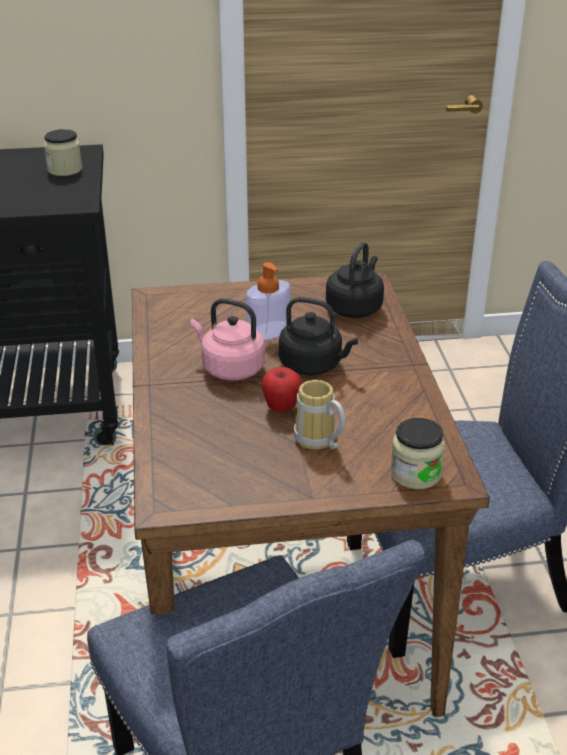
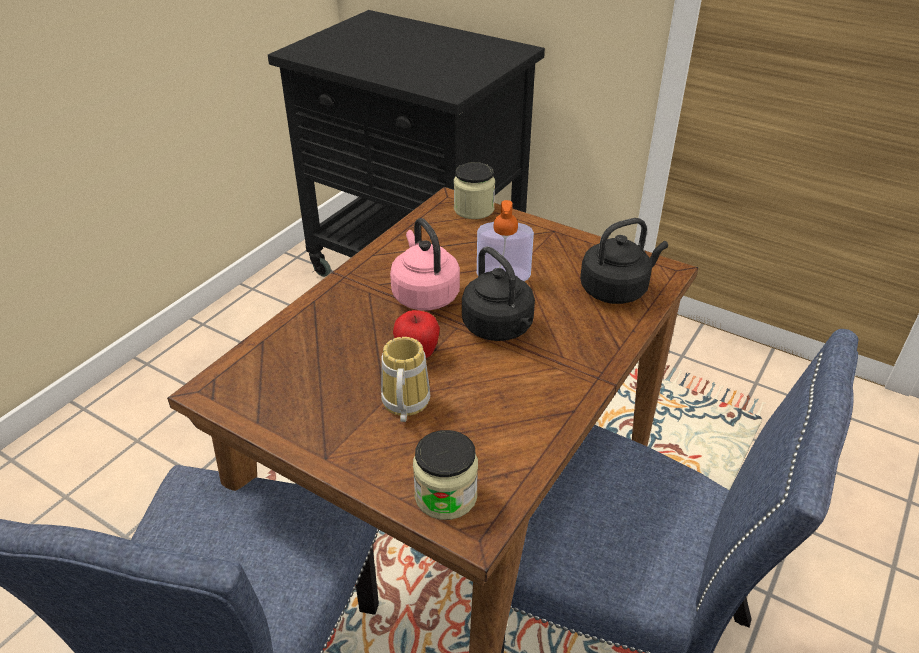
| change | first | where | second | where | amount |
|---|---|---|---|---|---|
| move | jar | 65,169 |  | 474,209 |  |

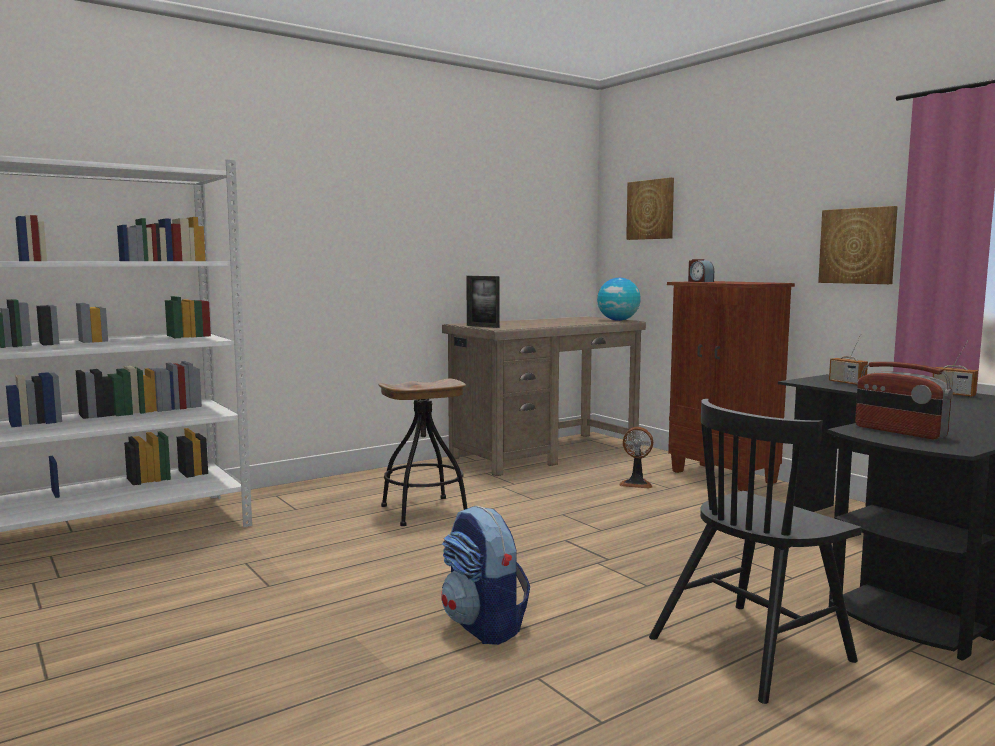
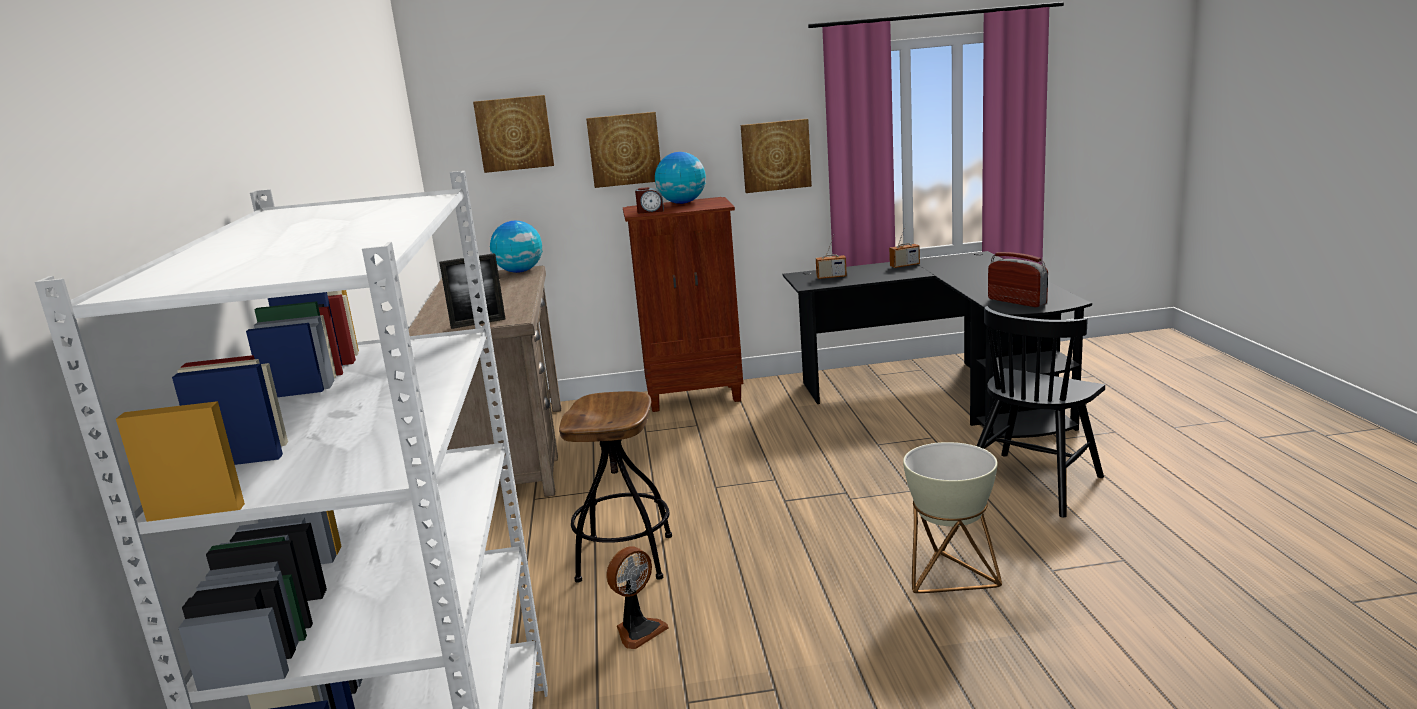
| change | first | where | second | where | amount |
|---|---|---|---|---|---|
| insert |  |  | picture | 624,149 |  |
| move | fan | 636,484 |  | 638,630 |  |
| insert |  |  | globe | 682,203 |  |
| replace | backpack | 484,626 | planter | 951,576 |  |
| rotate | chair in black | 757,645 |  | 1034,480 | 45 degrees clockwise |
| rotate | radio | 899,431 |  | 1017,301 | 120 degrees counterclockwise |

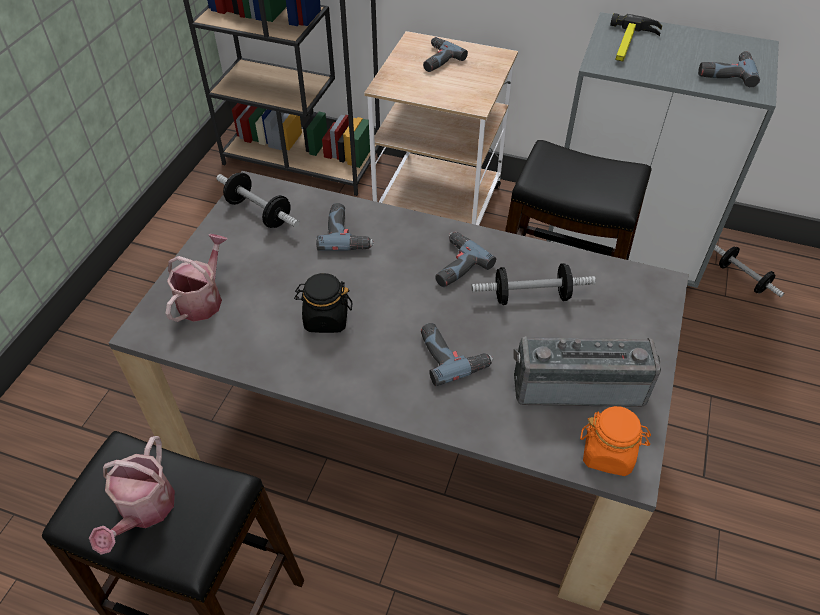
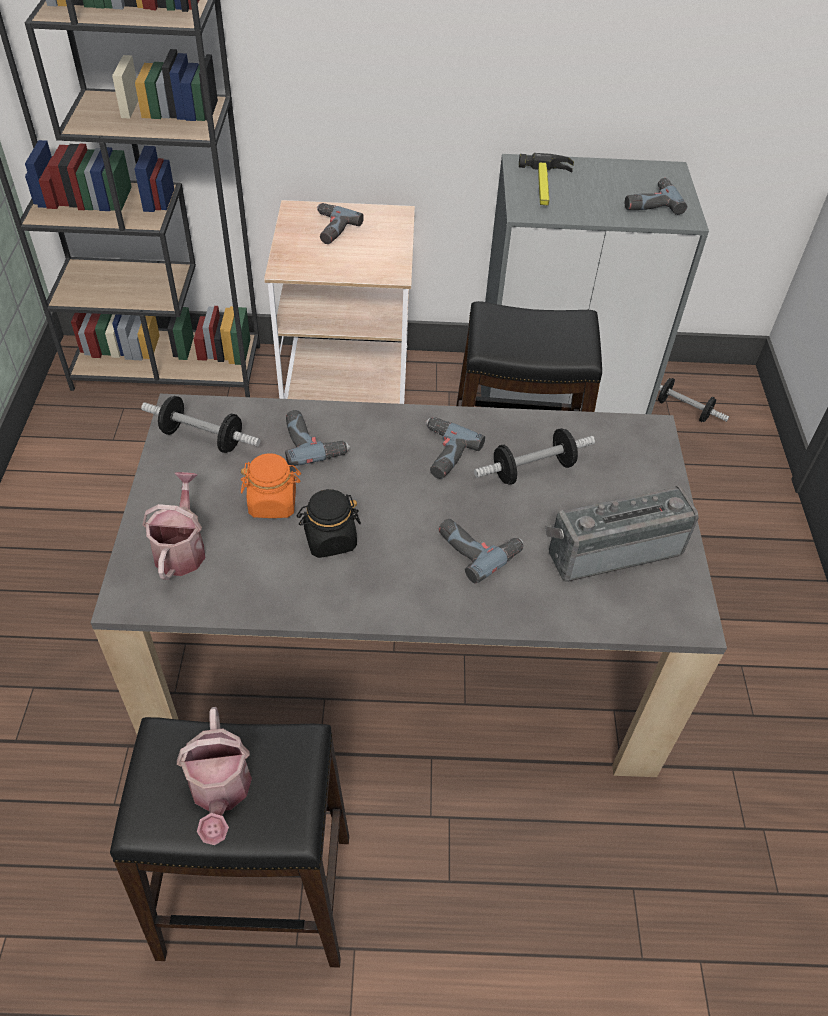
| change | first | where | second | where | amount |
|---|---|---|---|---|---|
| move | jar in orange | 608,453 |  | 273,503 |  |

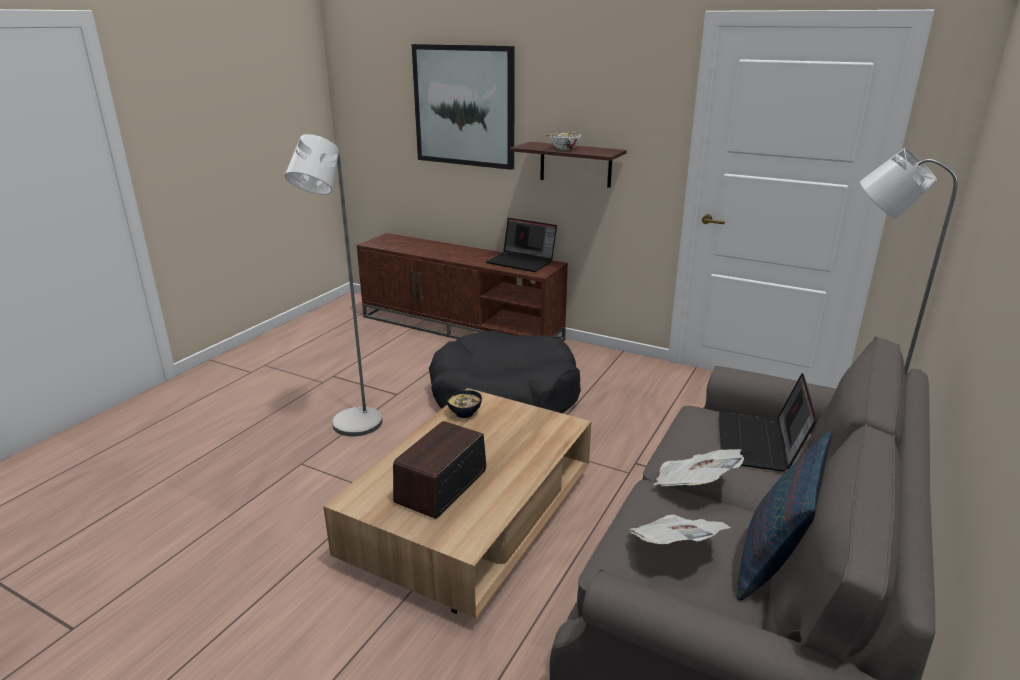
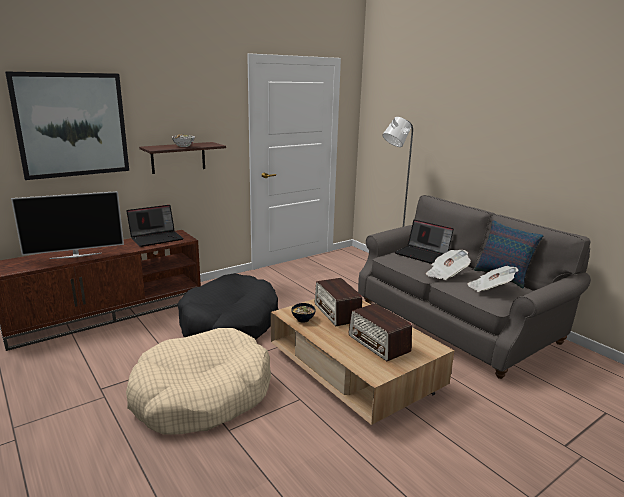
| change | first | where | second | where | amount |
|---|---|---|---|---|---|
| insert |  |  | television | 76,255 |  |
| replace | floor lamp in grey | 352,428 | dog bed in beige | 202,395 |  |
| insert |  |  | radio | 337,313 |  |

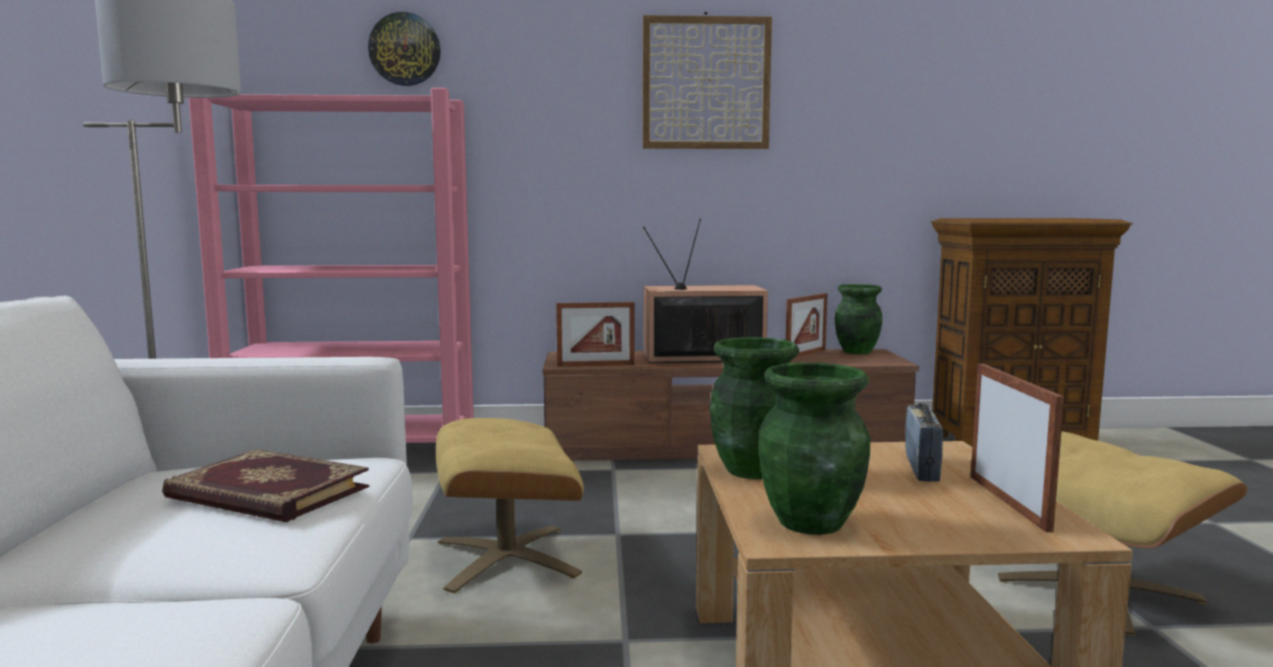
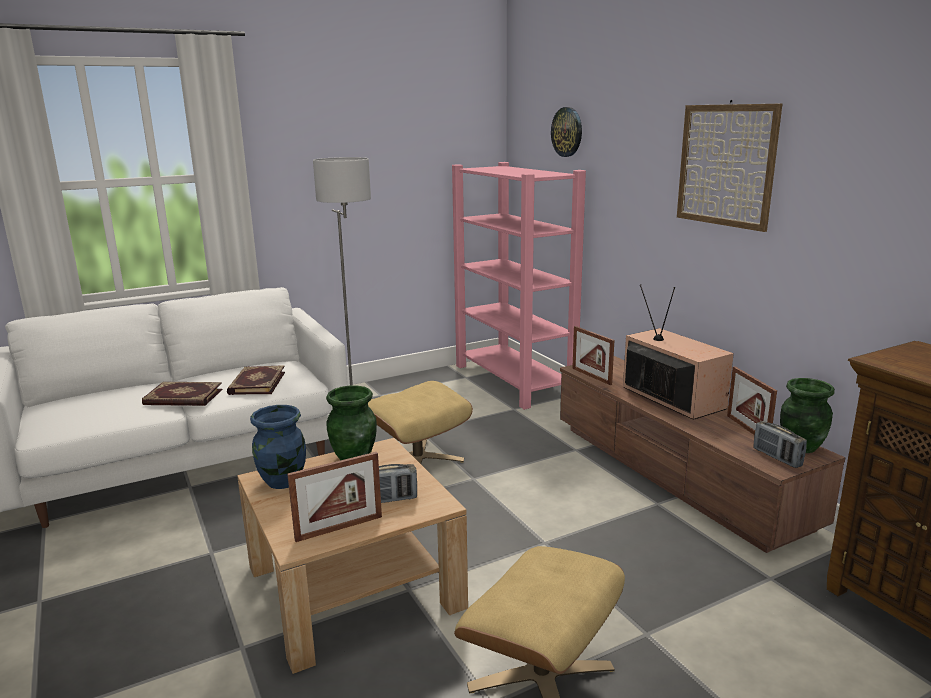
| change | first | where | second | where | amount |
|---|---|---|---|---|---|
| insert |  |  | book | 183,398 |  |
| recolor | vase in green | 812,522 | vase in blue | 283,482 |  |
| rotate | picture frame | 805,354 |  | 747,429 | 60 degrees clockwise |
| insert |  |  | radio | 777,457 |  |

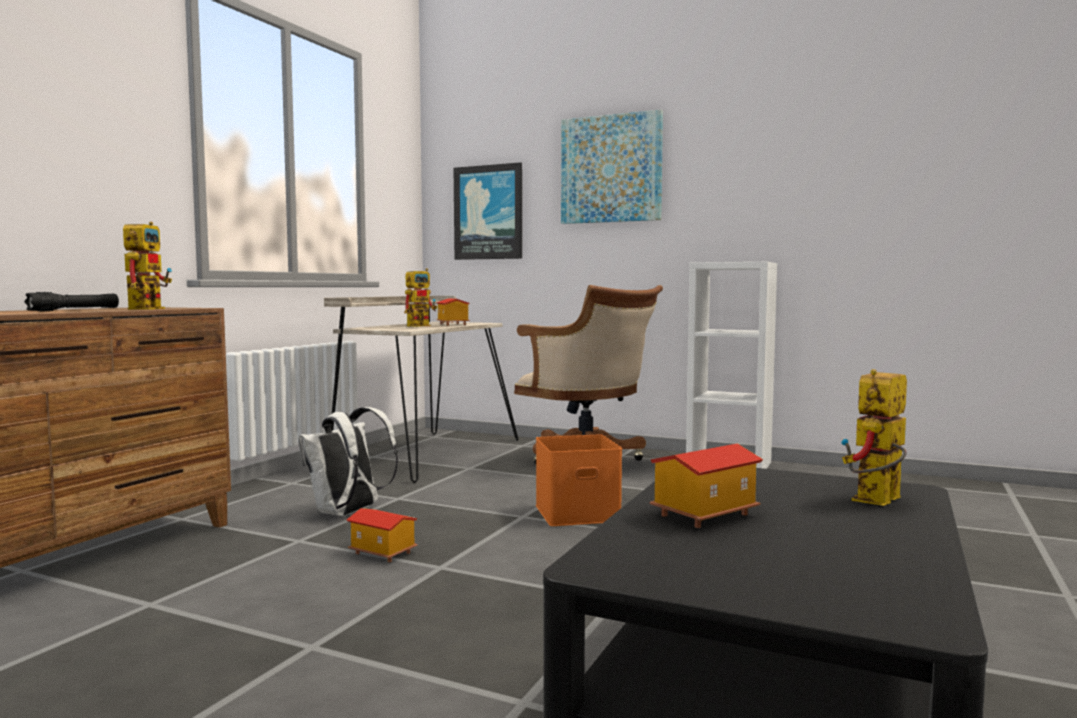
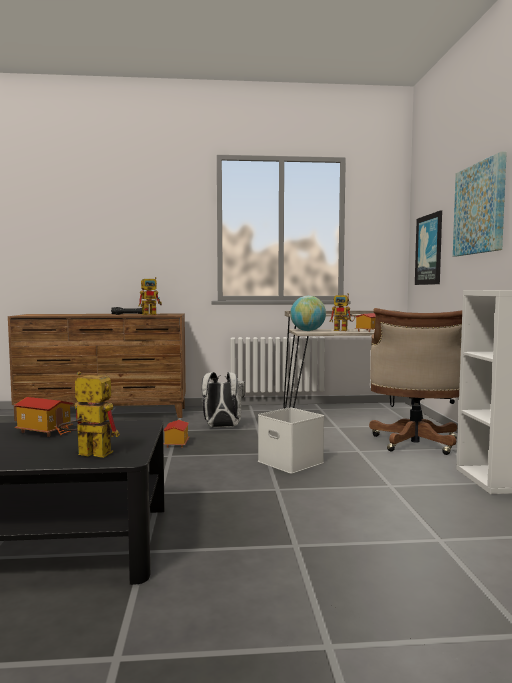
| change | first | where | second | where | amount |
|---|---|---|---|---|---|
| recolor | storage box in orange | 578,512 | storage box in white | 292,462 |  |
| insert |  |  | globe | 307,331 |  |

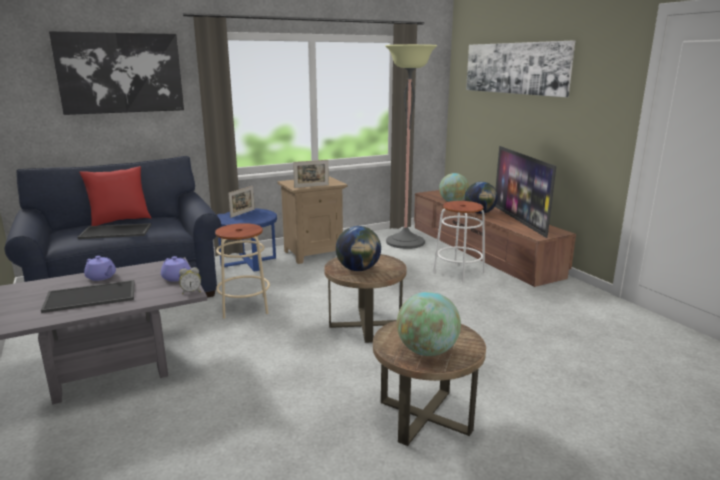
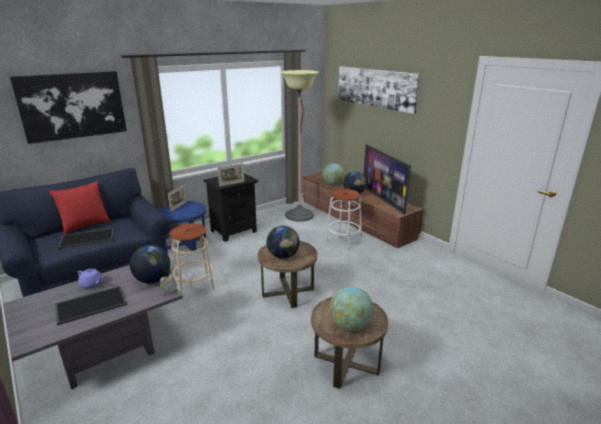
| change | first | where | second | where | amount |
|---|---|---|---|---|---|
| replace | teapot in purple | 177,278 | globe | 153,280 |  |
| recolor | nightstand in beige | 314,254 | nightstand in black | 234,231 |  |

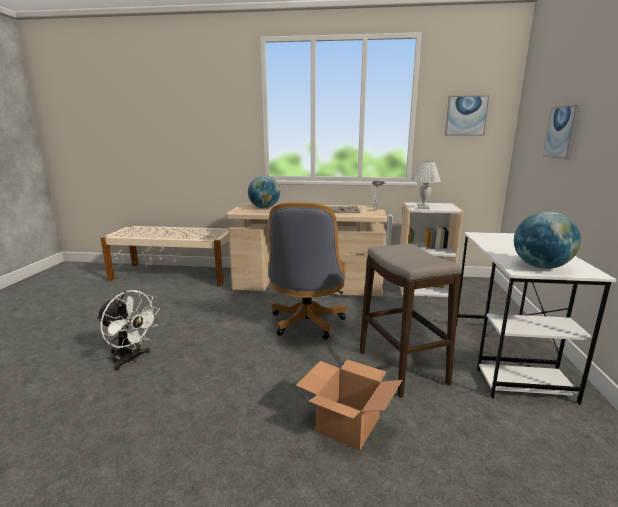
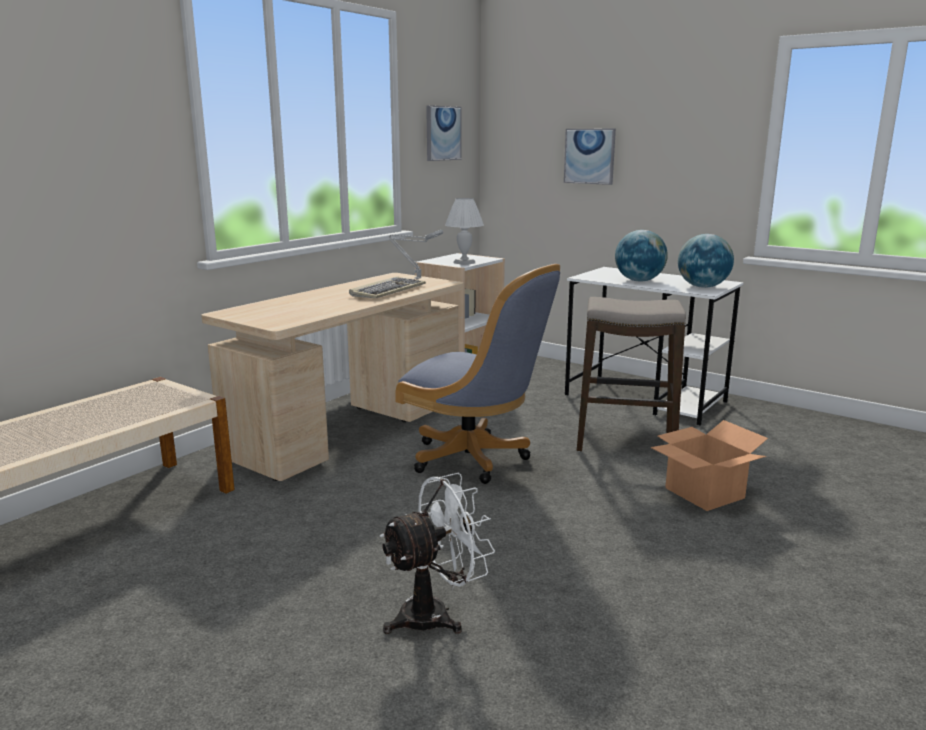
| change | first | where | second | where | amount |
|---|---|---|---|---|---|
| move | globe | 264,208 |  | 639,281 |  |

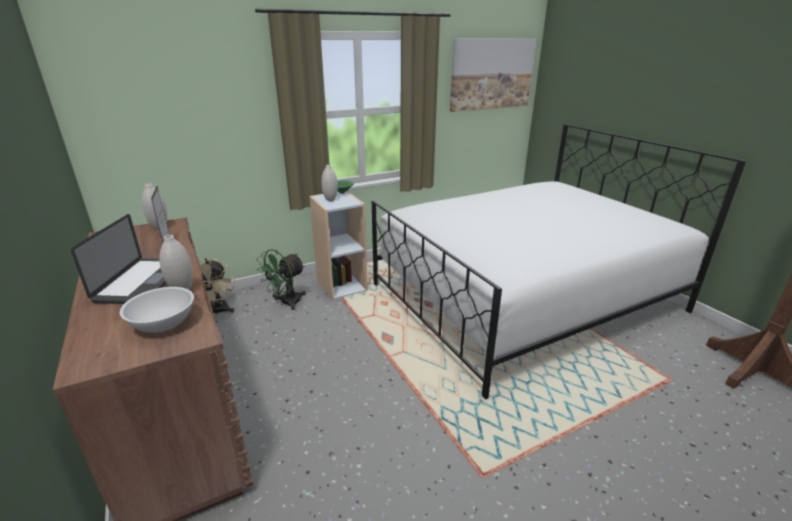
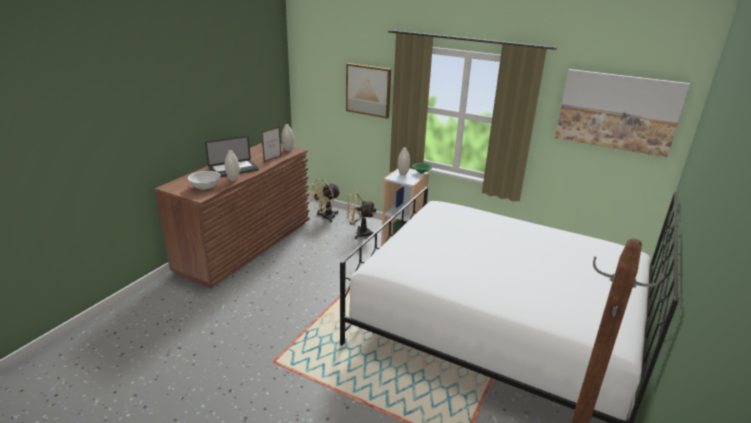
| change | first | where | second | where | amount |
|---|---|---|---|---|---|
| recolor | fan in green | 286,303 | fan in beige | 359,233 |  |
| insert |  |  | picture | 368,90 |  |

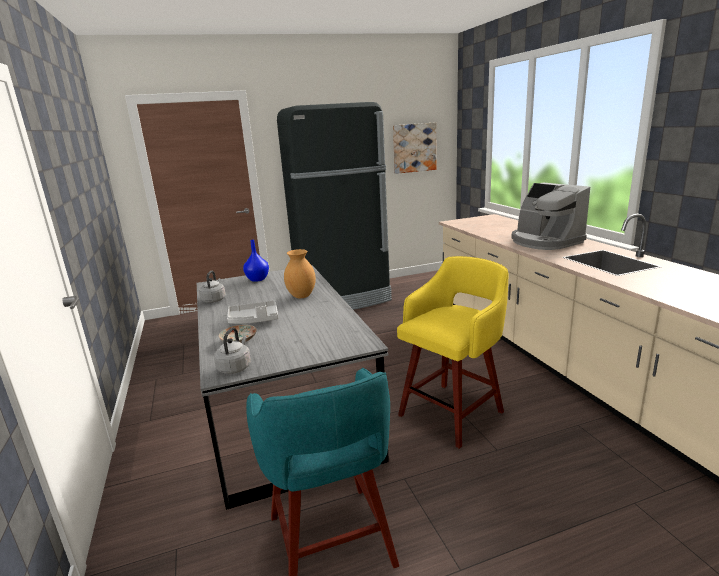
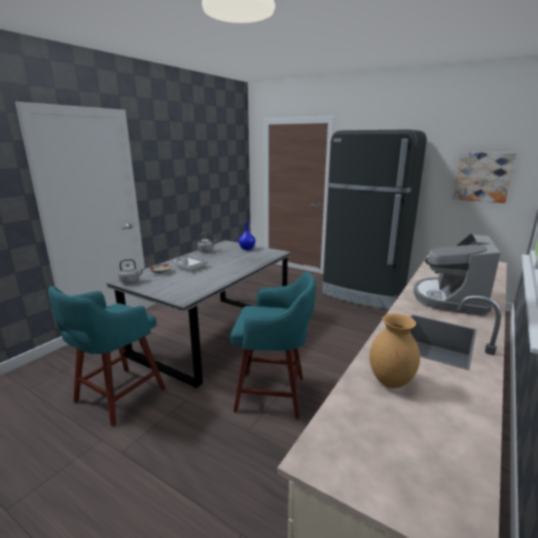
| change | first | where | second | where | amount |
|---|---|---|---|---|---|
| recolor | stool in yellow | 453,412 | stool in turquoise | 273,394 |  |
| move | vase in brown | 301,296 |  | 390,381 |  |

